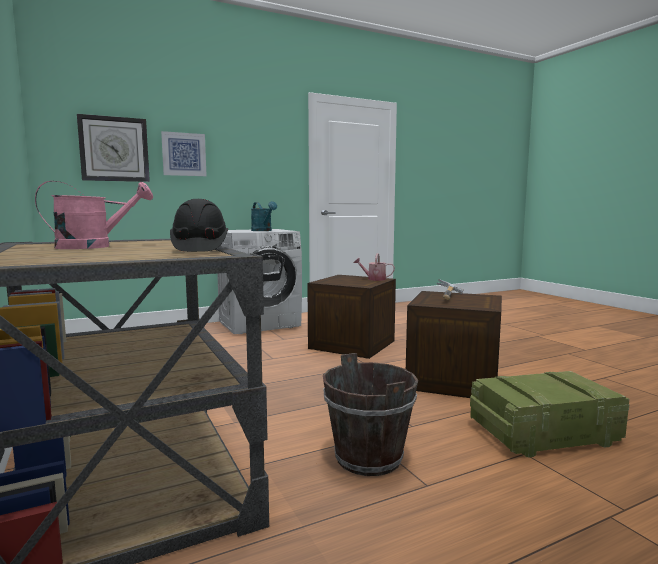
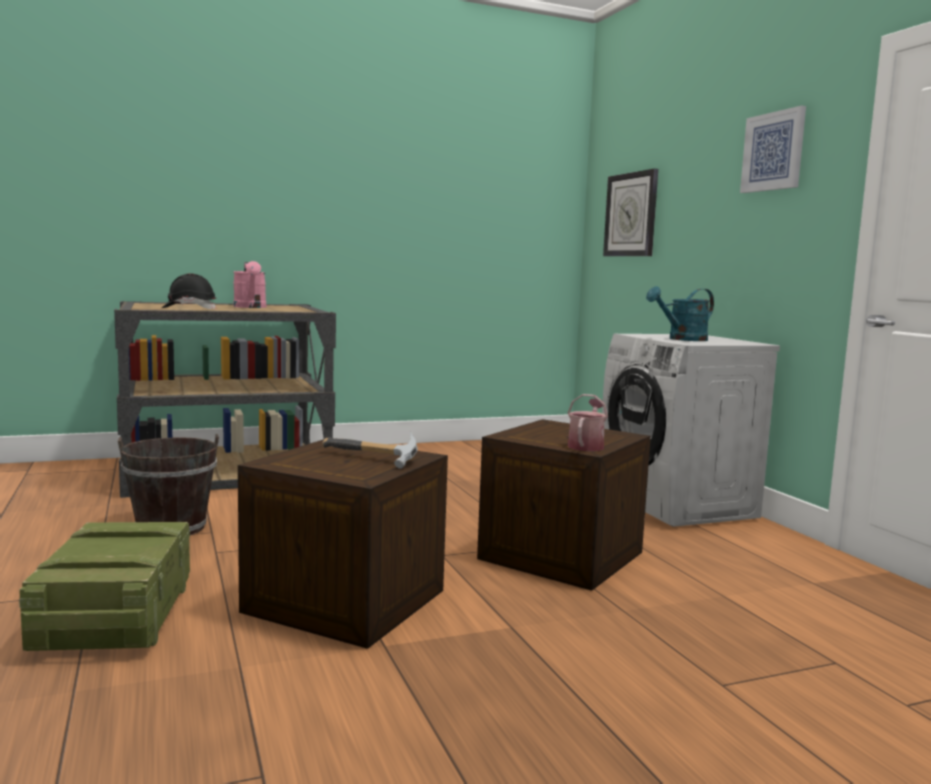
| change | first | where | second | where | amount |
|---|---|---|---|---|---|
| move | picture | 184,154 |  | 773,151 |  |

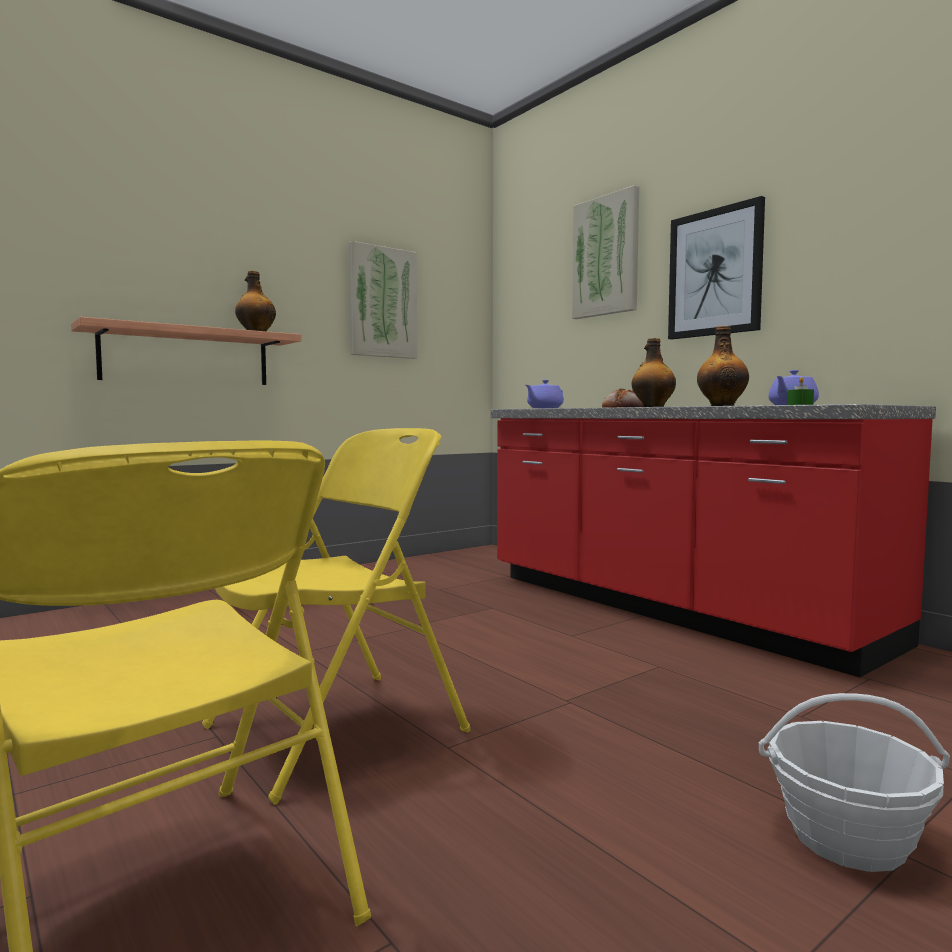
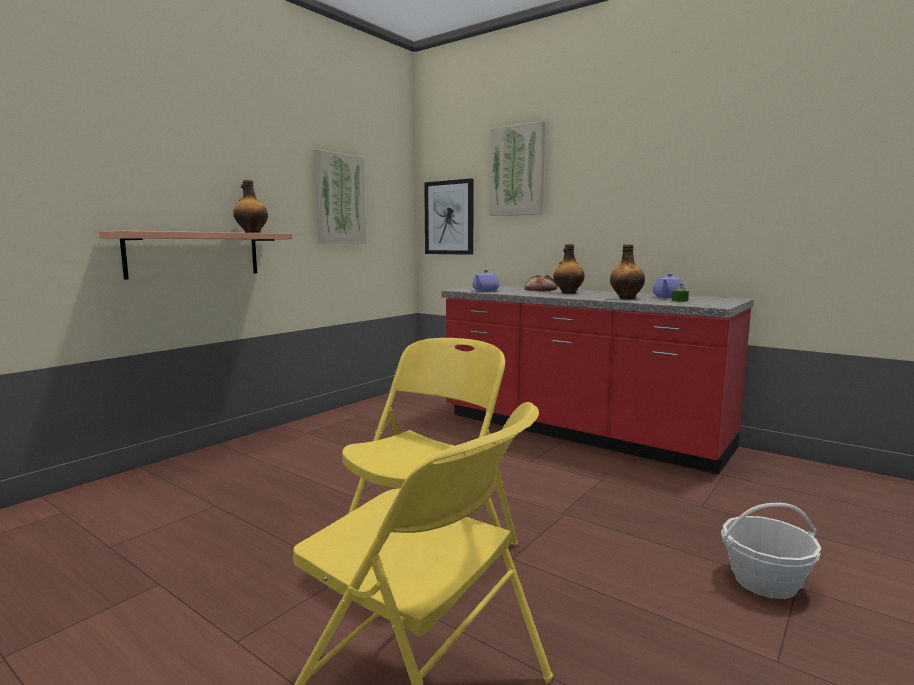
| change | first | where | second | where | amount |
|---|---|---|---|---|---|
| move | picture | 715,273 |  | 449,217 |  |

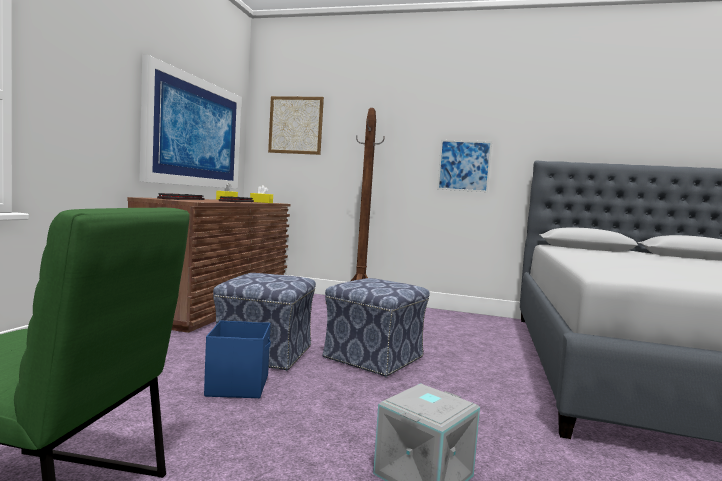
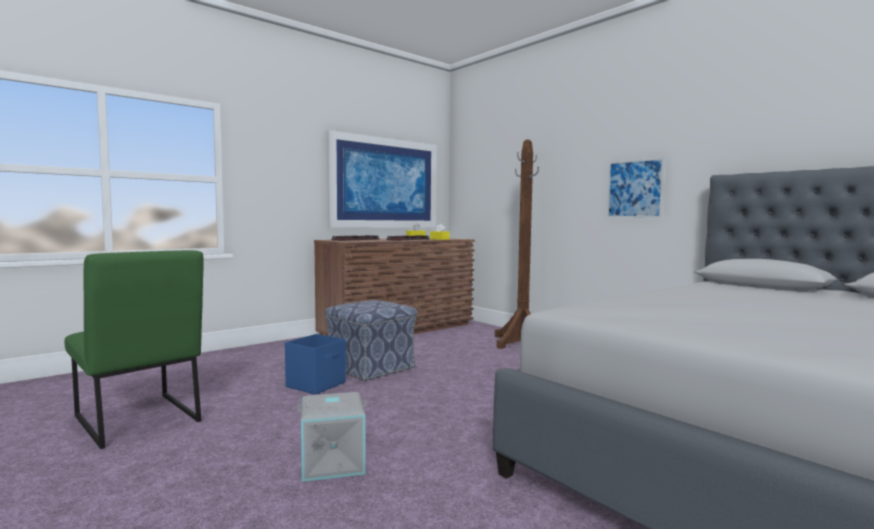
| change | first | where | second | where | amount |
|---|---|---|---|---|---|
| delete | picture | 295,124 |  |  |  |
| delete | ottoman | 374,357 |  |  |  |

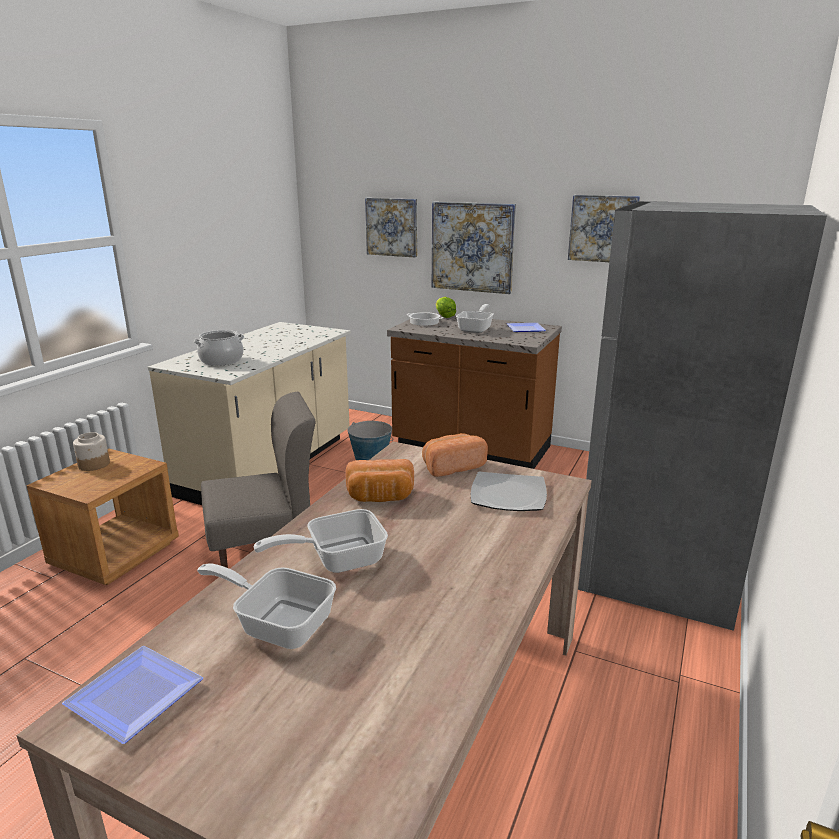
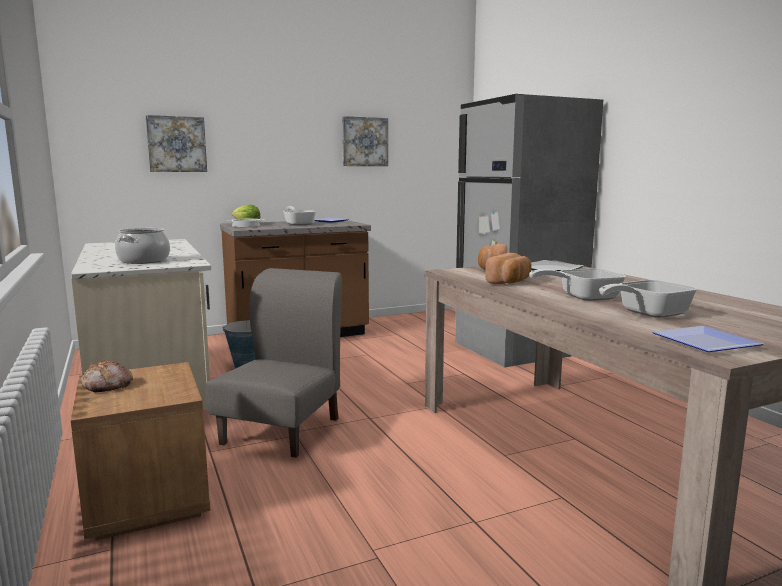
| change | first | where | second | where | amount |
|---|---|---|---|---|---|
| replace | jar | 94,465 | bread | 107,386 |  |
| rotate | frying pan | 337,559 |  | 582,297 | 60 degrees clockwise |
| delete | picture | 472,247 |  |  |  |

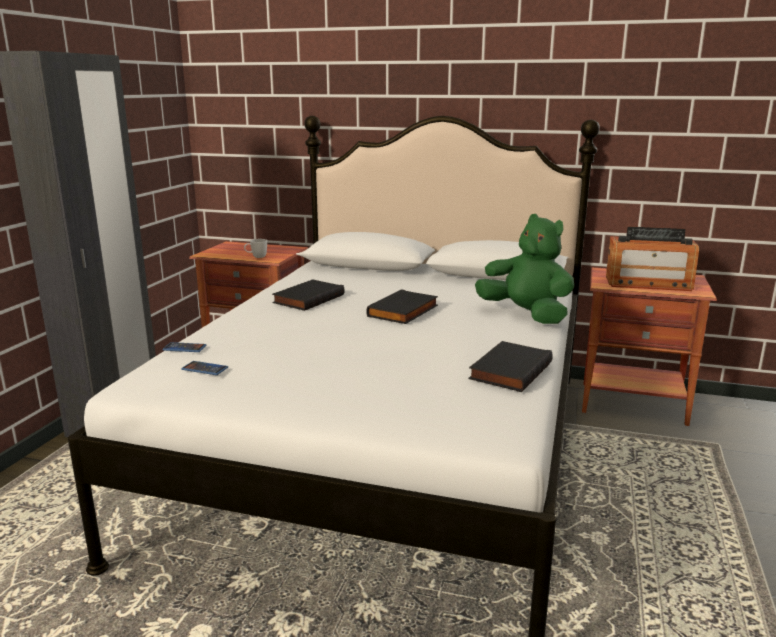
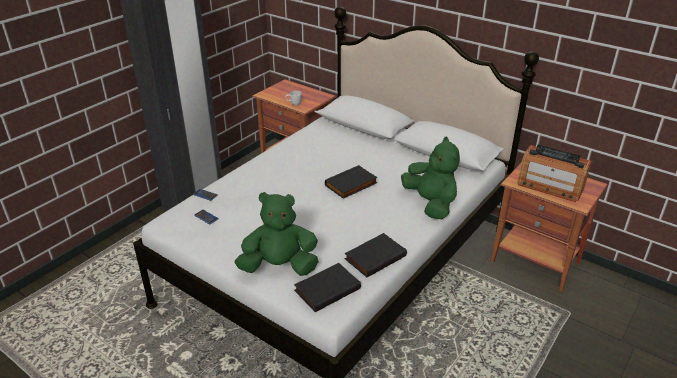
| change | first | where | second | where | amount |
|---|---|---|---|---|---|
| insert |  |  | plush toy in green | 279,266 |  |
| move | book in black | 308,298 |  | 327,288 |  |

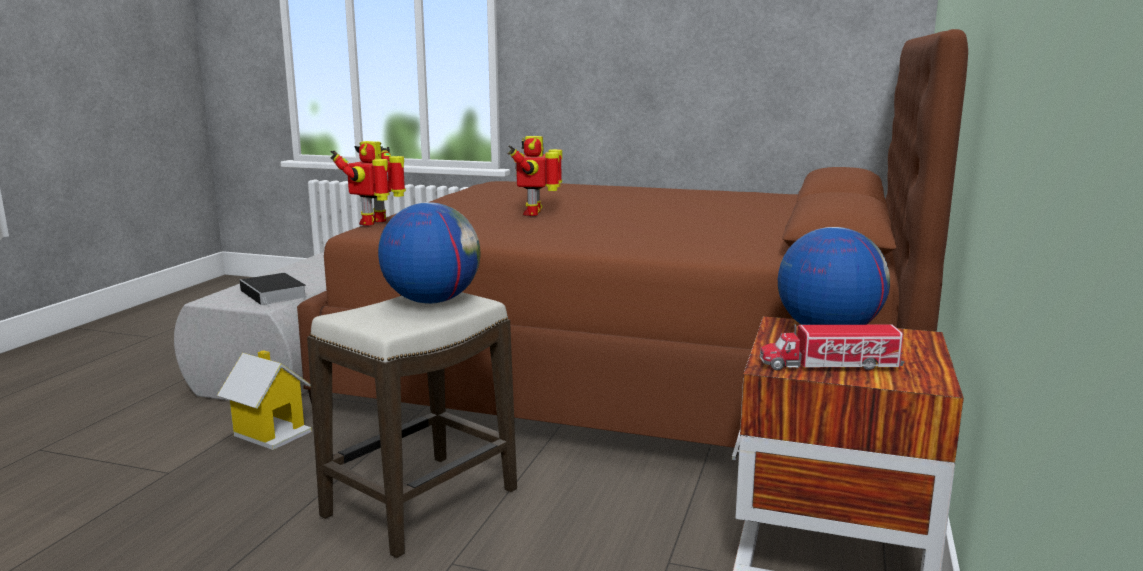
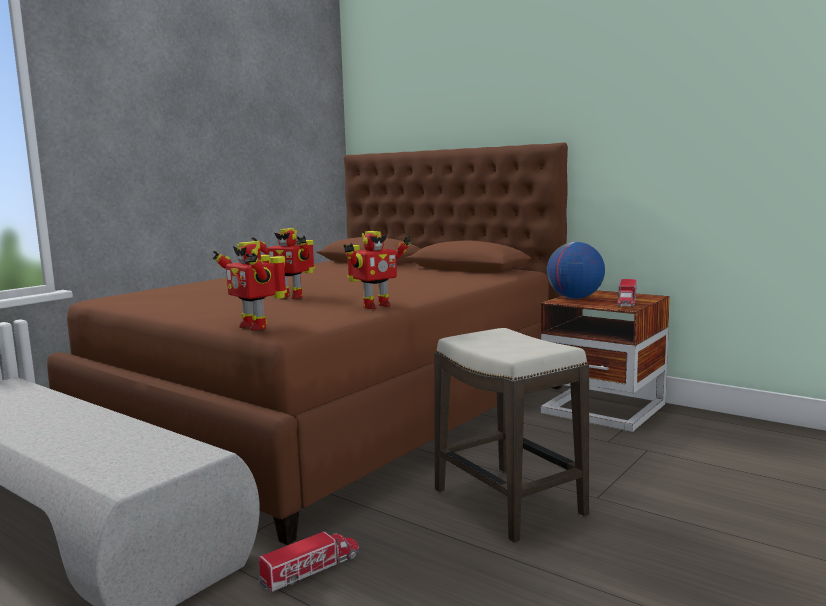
| change | first | where | second | where | amount |
|---|---|---|---|---|---|
| replace | toy house | 271,432 | toy truck | 311,570 |  |
| insert |  |  | toy robot | 374,306 |  |
| delete | book | 275,294 |  |  |  |
| delete | globe | 431,301 |  |  |  |

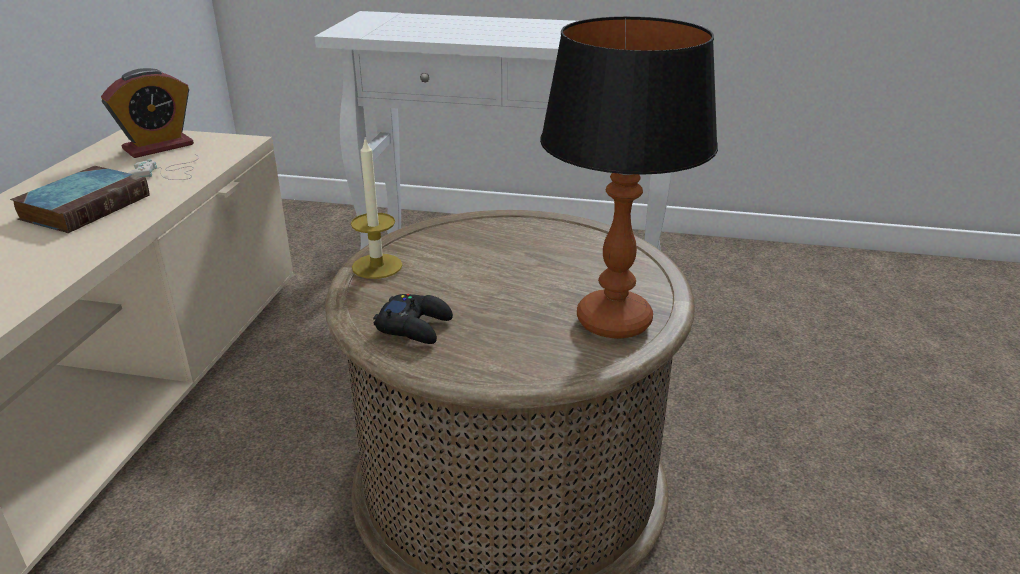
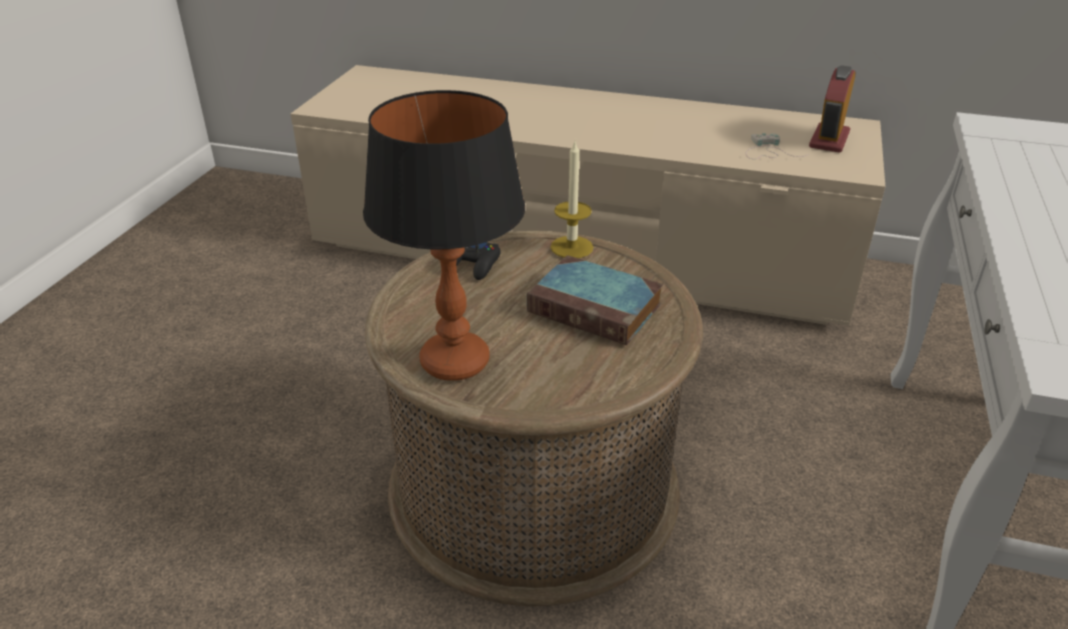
| change | first | where | second | where | amount |
|---|---|---|---|---|---|
| move | book | 86,206 |  | 597,308 |  |
| rotate | alarm clock | 158,147 |  | 829,139 | 60 degrees clockwise |

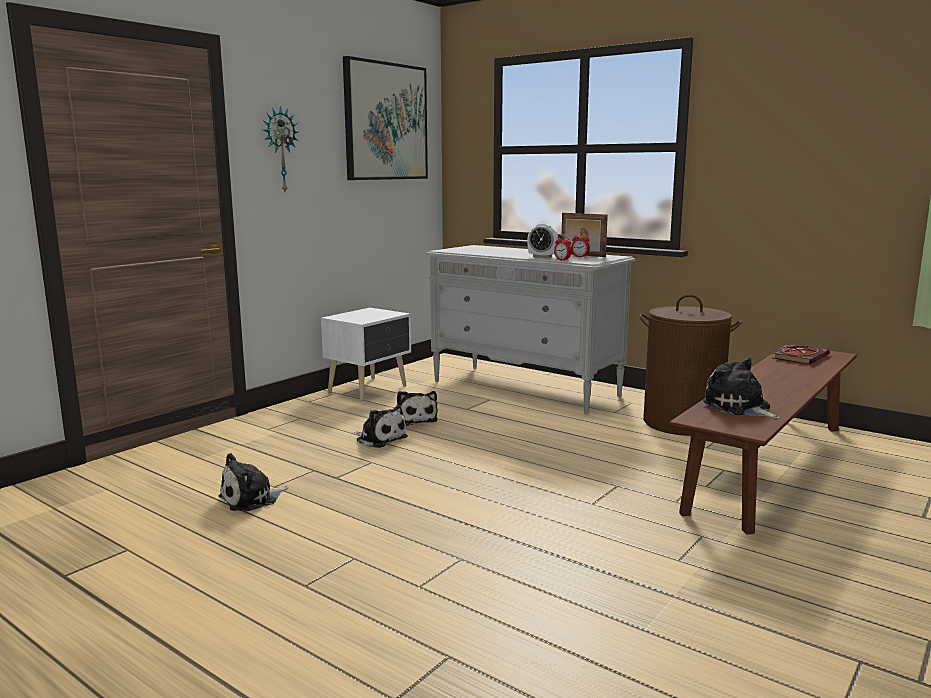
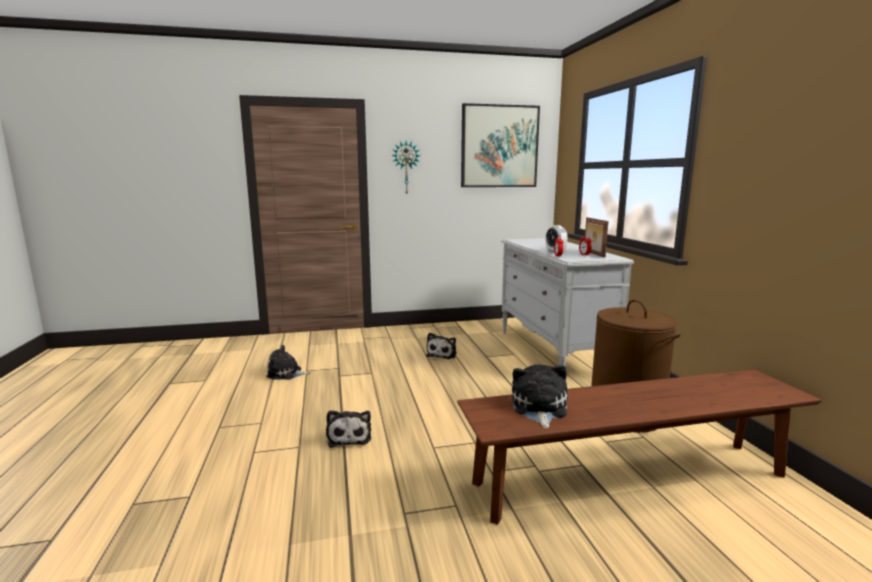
| change | first | where | second | where | amount |
|---|---|---|---|---|---|
| move | plush toy | 380,439 |  | 349,436 |  |
| delete | nightstand in white | 369,389 |  |  |  |
| delete | book | 799,356 |  |  |  |

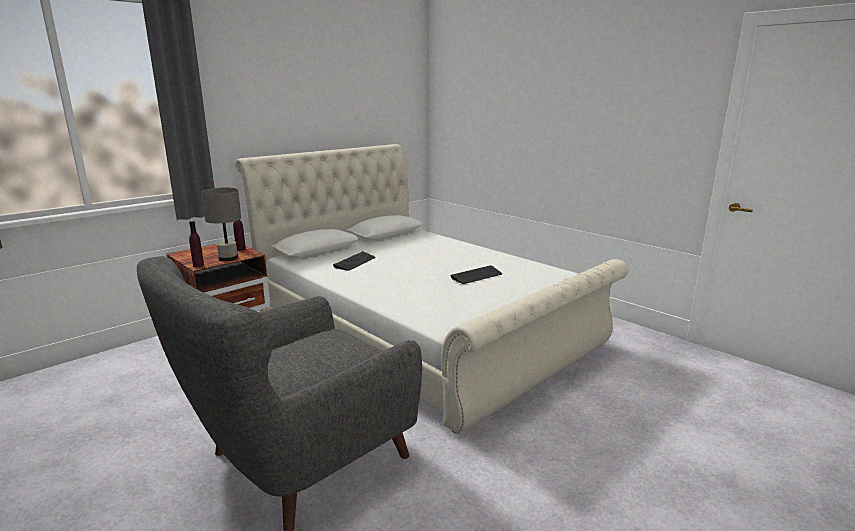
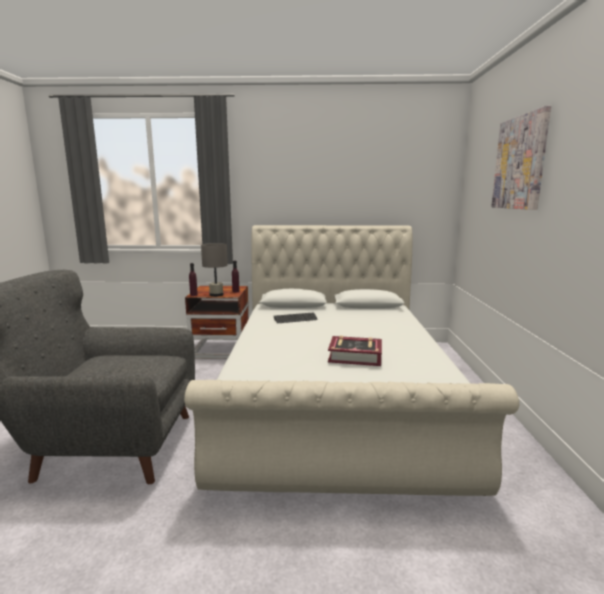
| change | first | where | second | where | amount |
|---|---|---|---|---|---|
| replace | keyboard | 476,276 | book | 355,356 |  |
| insert |  |  | picture | 520,163 |  |

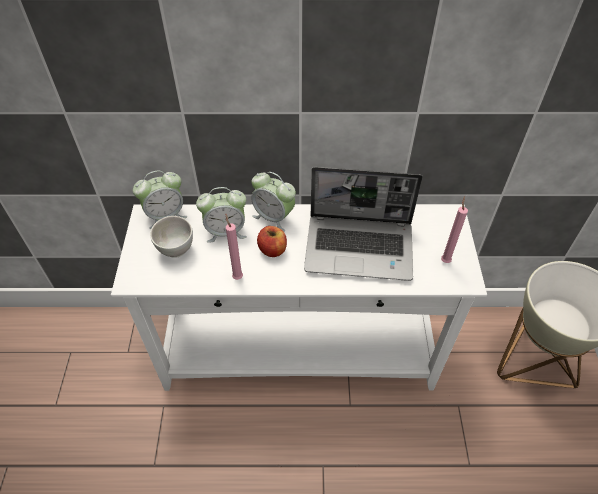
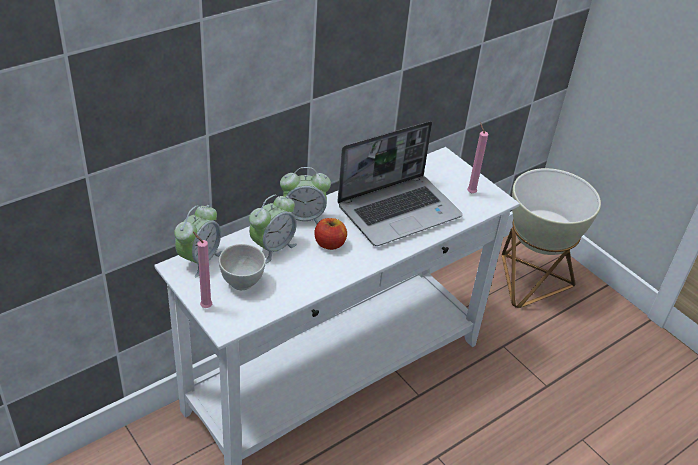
| change | first | where | second | where | amount |
|---|---|---|---|---|---|
| move | candle in pink | 237,276 |  | 204,306 |  |

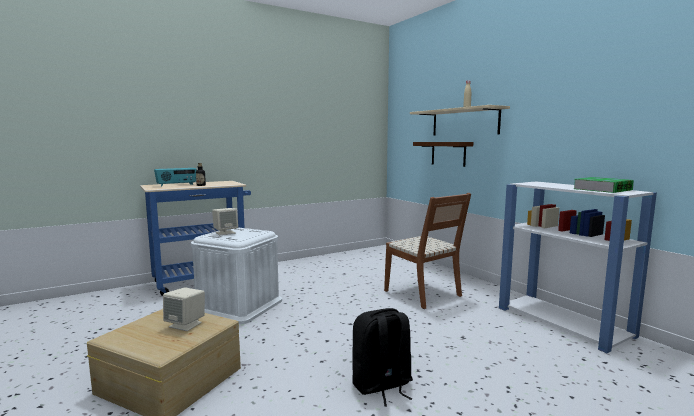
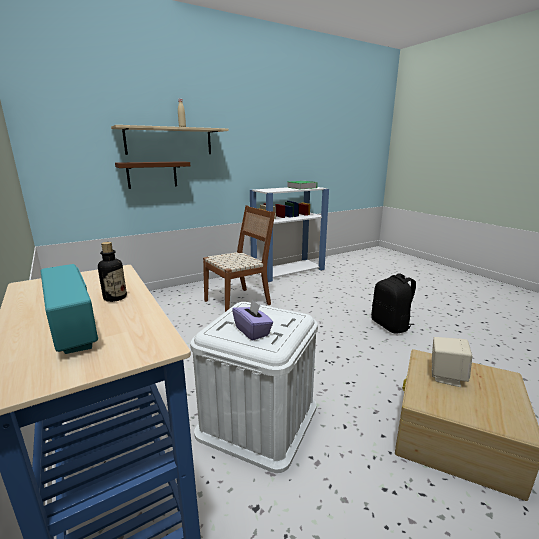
| change | first | where | second | where | amount |
|---|---|---|---|---|---|
| replace | speaker in beige | 225,232 | tissue box in purple | 252,331 |  |

